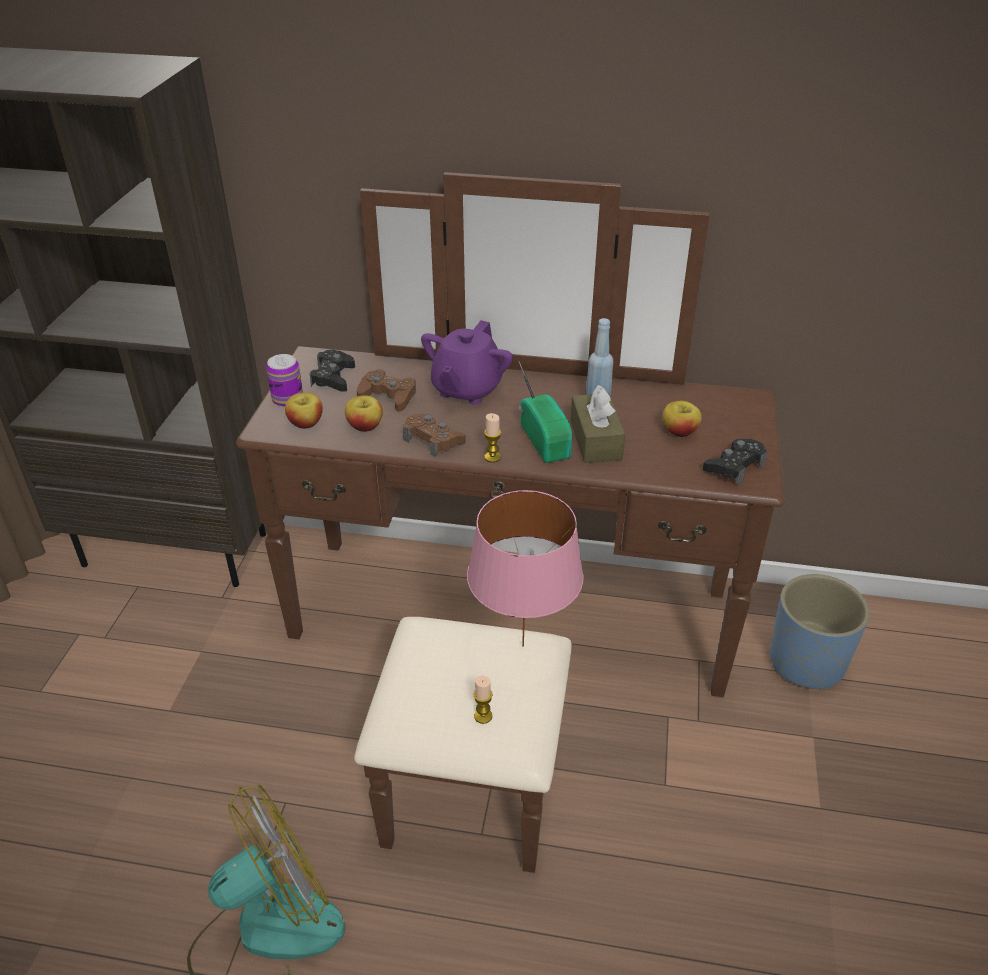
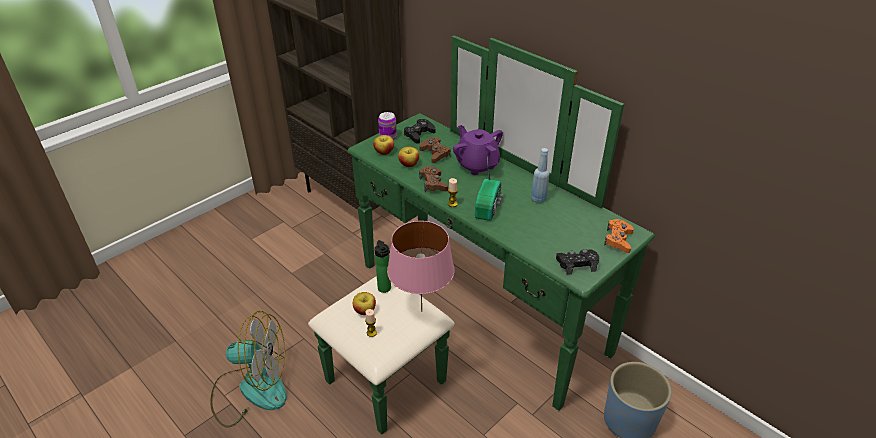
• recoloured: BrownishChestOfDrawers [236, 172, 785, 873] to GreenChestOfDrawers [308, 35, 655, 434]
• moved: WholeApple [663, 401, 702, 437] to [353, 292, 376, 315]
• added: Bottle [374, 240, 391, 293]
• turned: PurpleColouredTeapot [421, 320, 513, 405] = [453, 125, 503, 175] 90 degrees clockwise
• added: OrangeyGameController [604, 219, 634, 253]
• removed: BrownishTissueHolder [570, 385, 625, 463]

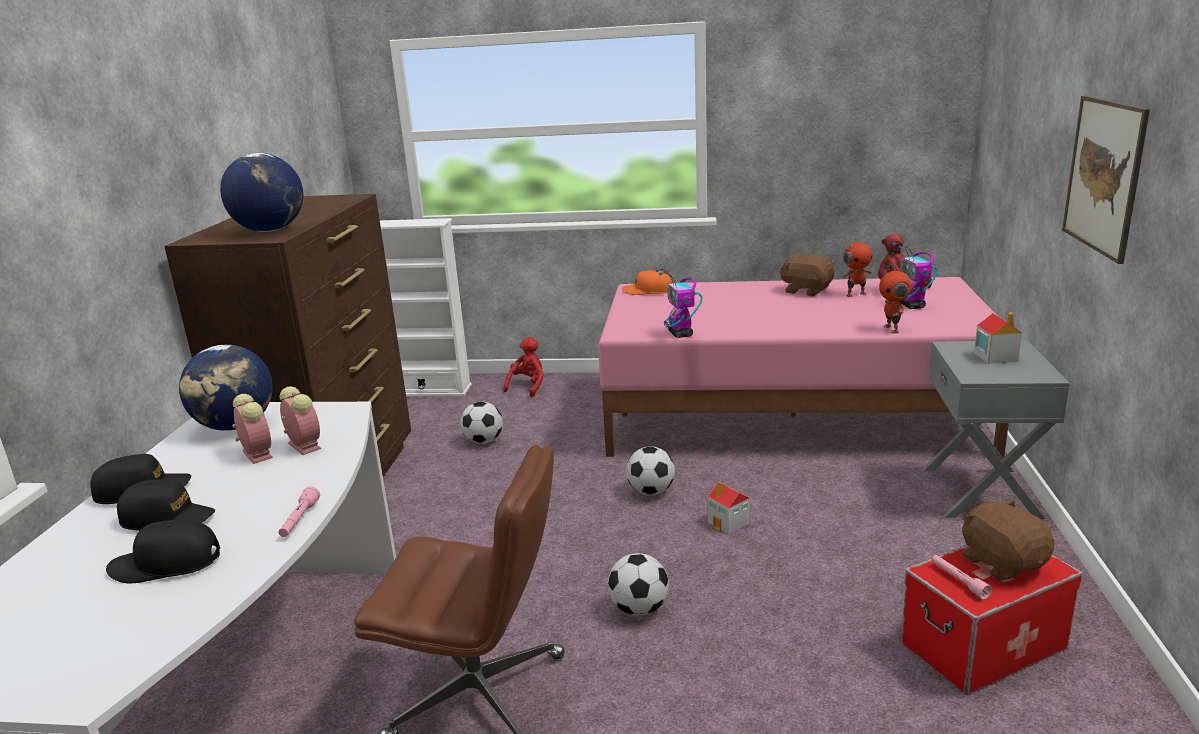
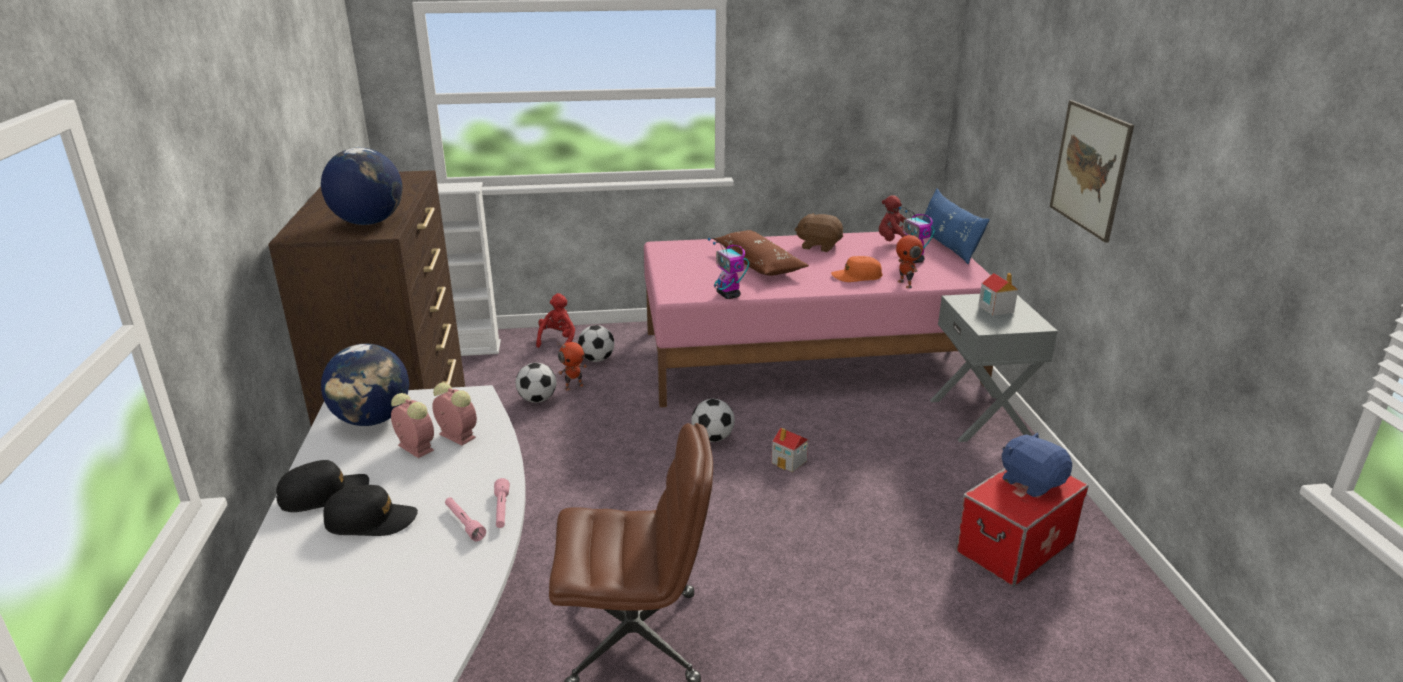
• moved: PinkishHandTorch [932, 555, 992, 600] to [445, 497, 486, 541]
• moved: ToyRobot [841, 240, 873, 297] to [557, 342, 587, 391]
• moved: FootballBall [608, 553, 669, 616] to [577, 325, 614, 362]
• added: BrownishPillow [714, 230, 809, 276]
• moved: OrangeyPeakedCap [622, 270, 672, 295] to [831, 256, 883, 282]
• added: BluePillow [922, 188, 990, 264]
• recoloured: BrownishSoftToy [962, 500, 1055, 581] to BlueSoftToy [1002, 433, 1072, 497]
• removed: BlackColouredPeakedCap [106, 520, 220, 583]

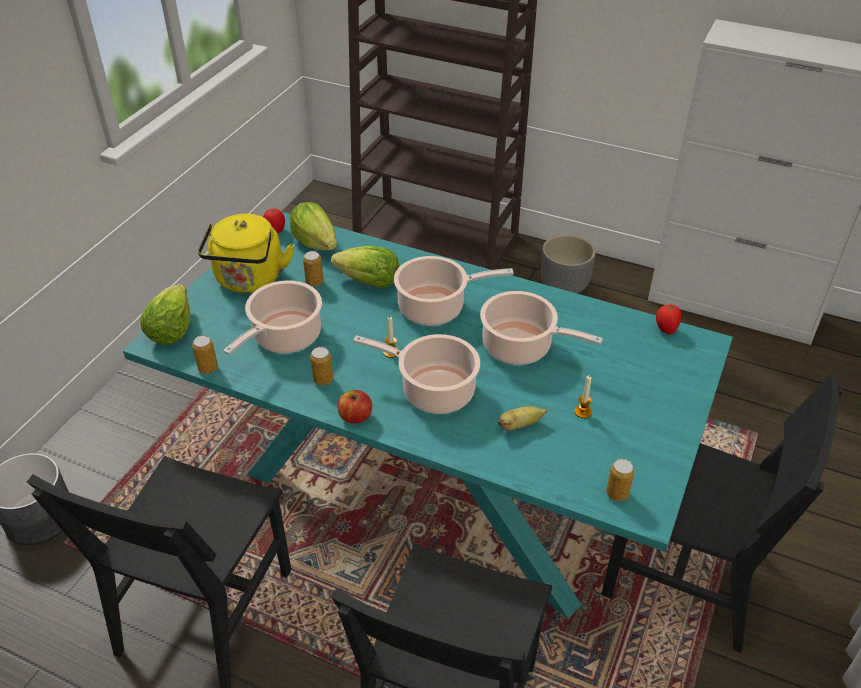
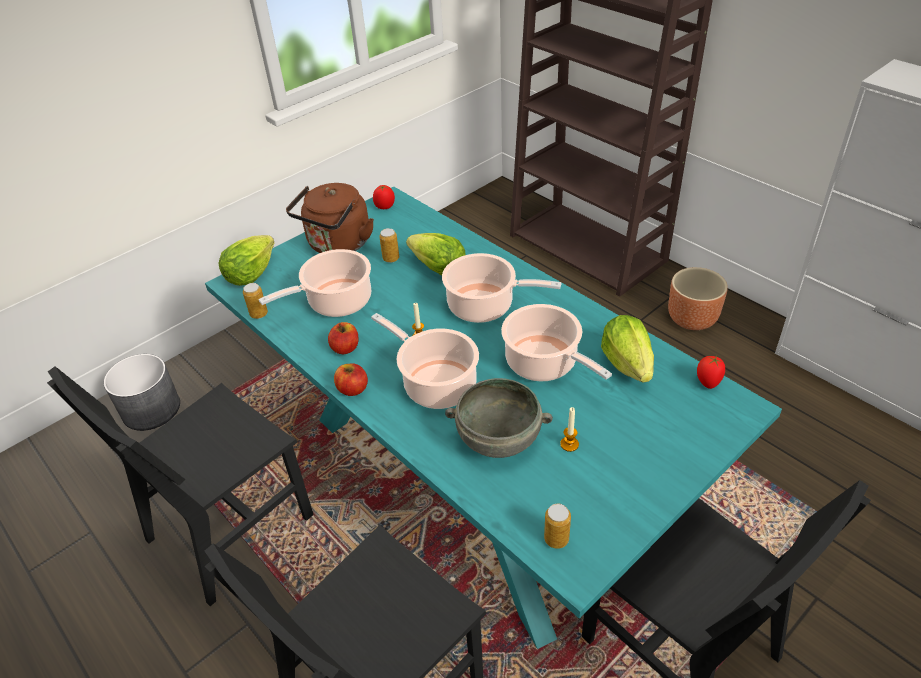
• recoloured: YellowColouredTeaKettle [198, 214, 294, 293] to BrownishTeaKettle [286, 183, 374, 253]
• replaced: MetalCan [310, 347, 333, 385] to WholeApple [328, 322, 359, 354]
• replaced: WholeBanana [498, 406, 547, 431] to GreyBowl [445, 378, 553, 458]
• moved: Lettuce [290, 202, 337, 251] to [601, 315, 654, 383]
• recoloured: GreyPlanter [541, 234, 595, 293] to BrownishPlanter [668, 267, 728, 330]

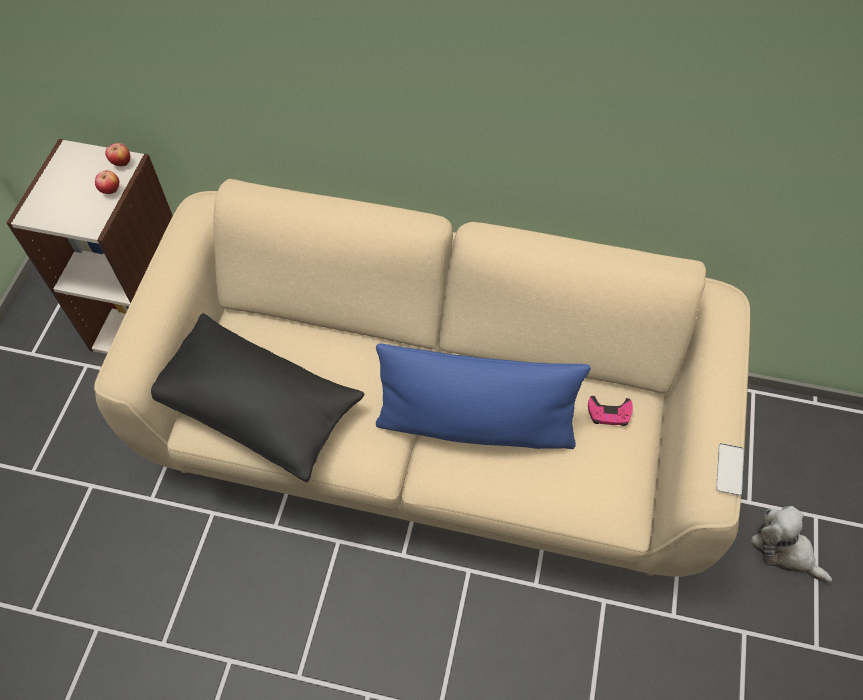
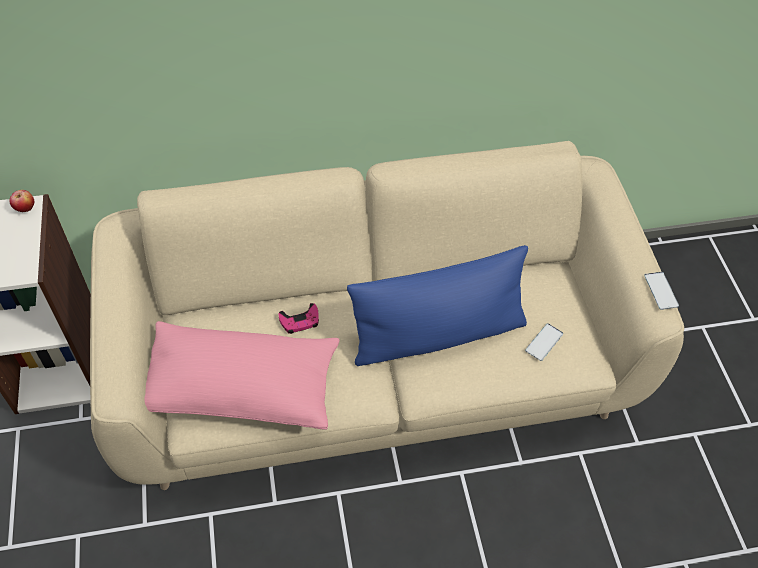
• recoloured: BlackColouredPillow [151, 313, 364, 482] to PinkishPillow [144, 321, 340, 430]
• moved: PinkishGameController [588, 396, 633, 426] to [279, 303, 319, 334]
• added: Telephone [525, 323, 563, 361]
• removed: WholeApple [95, 170, 119, 194]
• removed: SoftToy [750, 506, 832, 583]

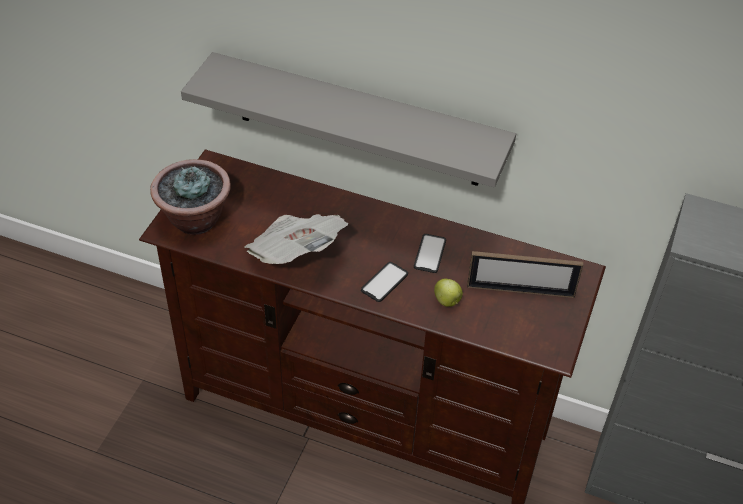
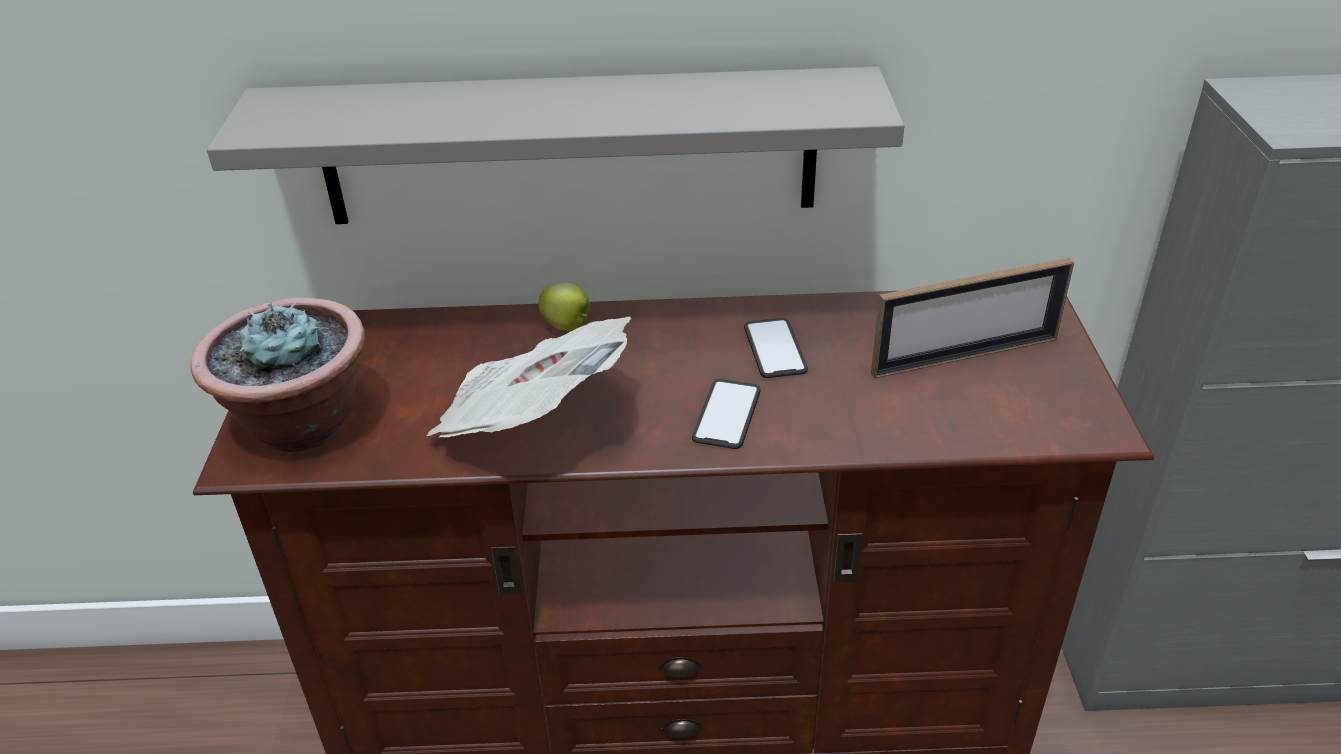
• moved: WholeApple [434, 279, 463, 307] to [538, 283, 590, 331]

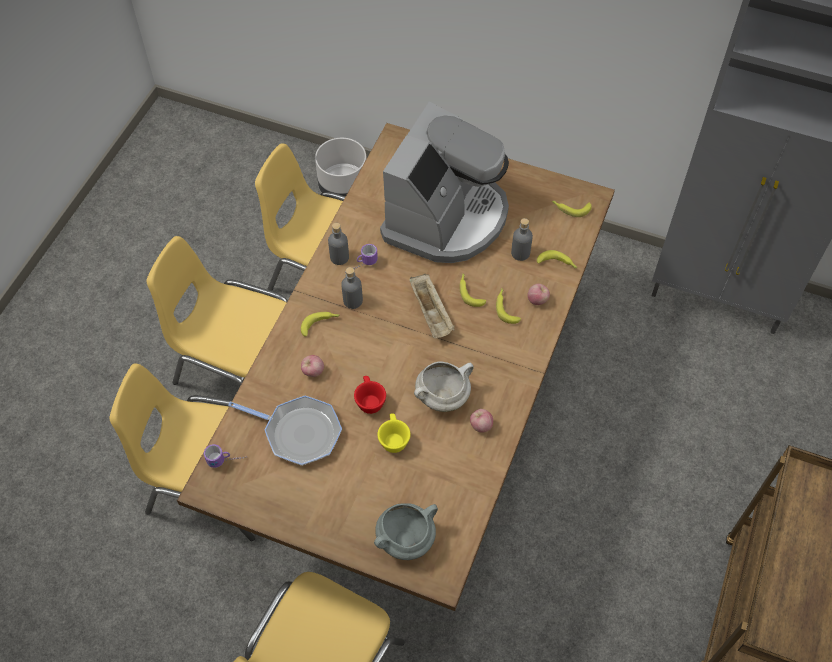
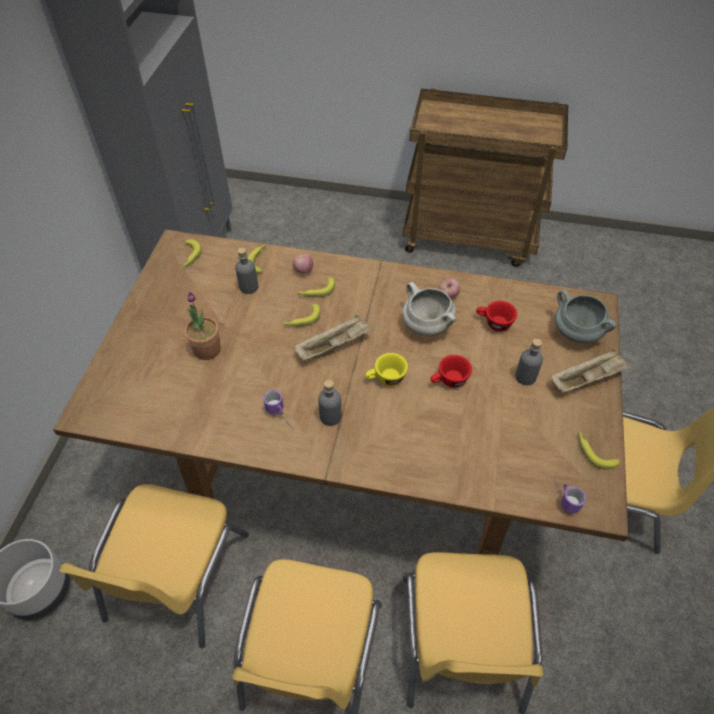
• replaced: CoffeeMaker [380, 101, 509, 263] to PottedPlant [185, 292, 221, 360]
• moved: YellowColouredSmallCup [377, 413, 411, 453] to [365, 353, 408, 386]
• added: RedColouredSmallCup [476, 301, 517, 332]
• moved: GreyBottle [328, 223, 349, 265] to [515, 338, 543, 385]
• added: BeigeColouredServingTray [551, 349, 632, 393]
• moved: WholeBanana [301, 312, 340, 336] to [578, 431, 619, 470]
• removed: Skillet [228, 396, 342, 466]
• removed: WholeApple [301, 355, 324, 377]

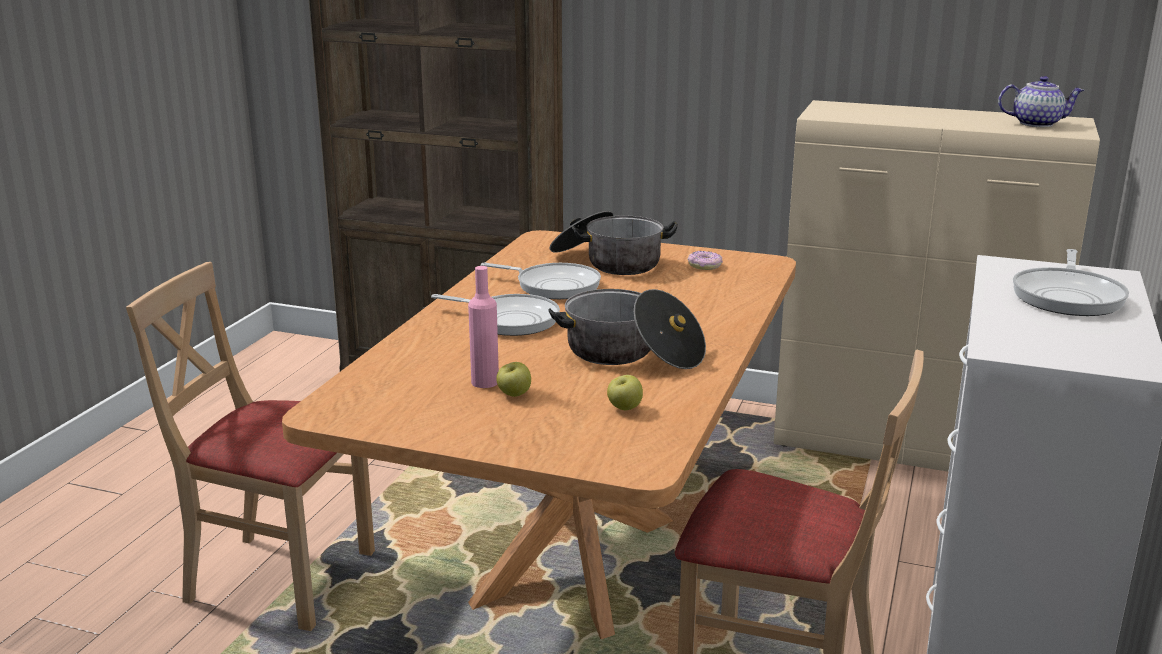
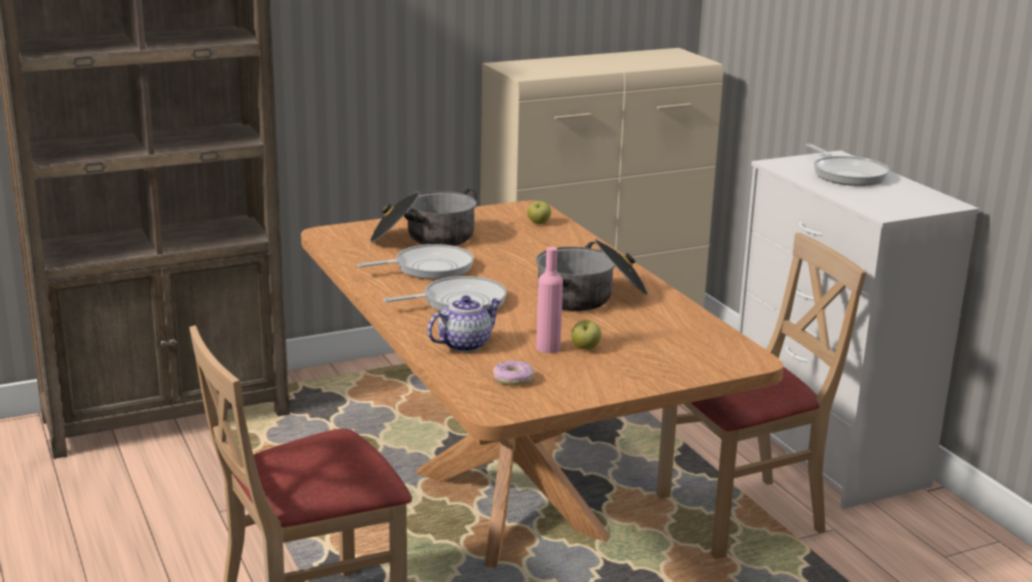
• moved: Teapot [998, 76, 1084, 127] to [427, 296, 502, 352]
• moved: RingDoughnut [687, 251, 723, 270] to [493, 360, 535, 386]
• moved: WholeApple [607, 375, 643, 410] to [527, 201, 551, 224]

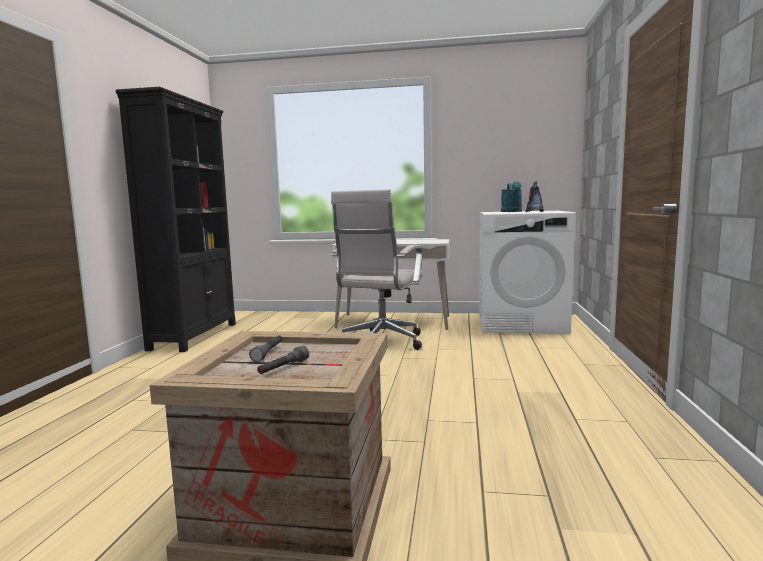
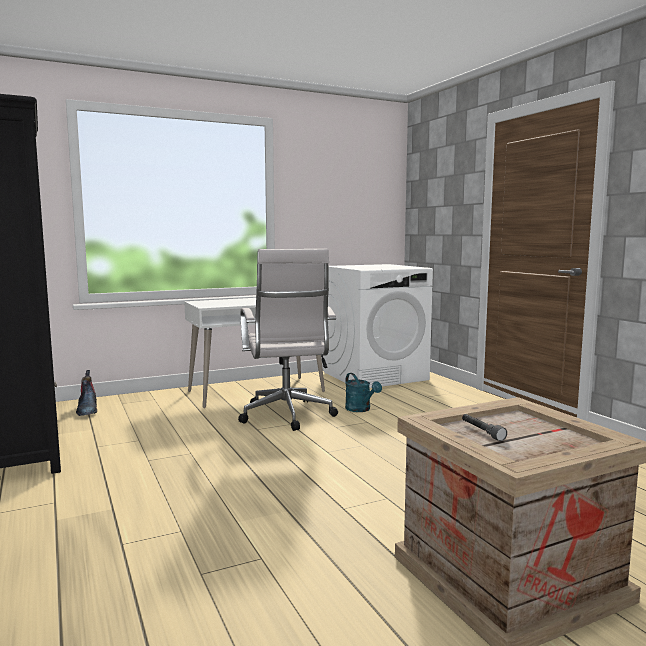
• moved: Boot [525, 181, 544, 212] to [76, 370, 97, 416]
• moved: TurquoiseWateringPot [501, 181, 522, 212] to [345, 373, 382, 412]
• removed: GreyHandTorch [257, 346, 309, 374]

